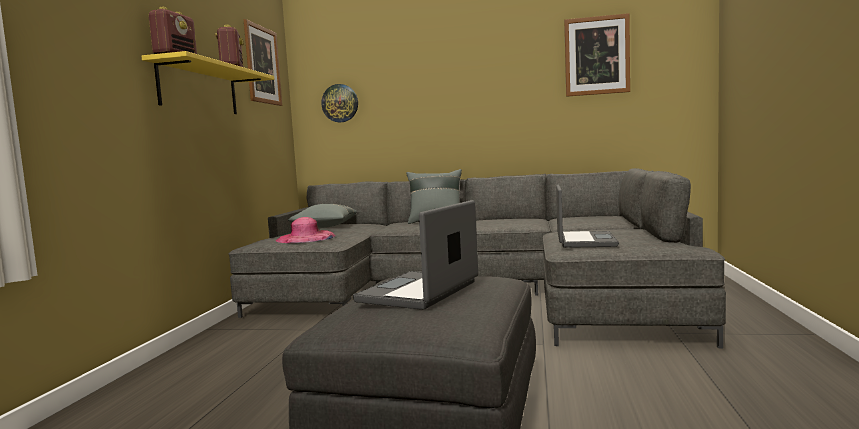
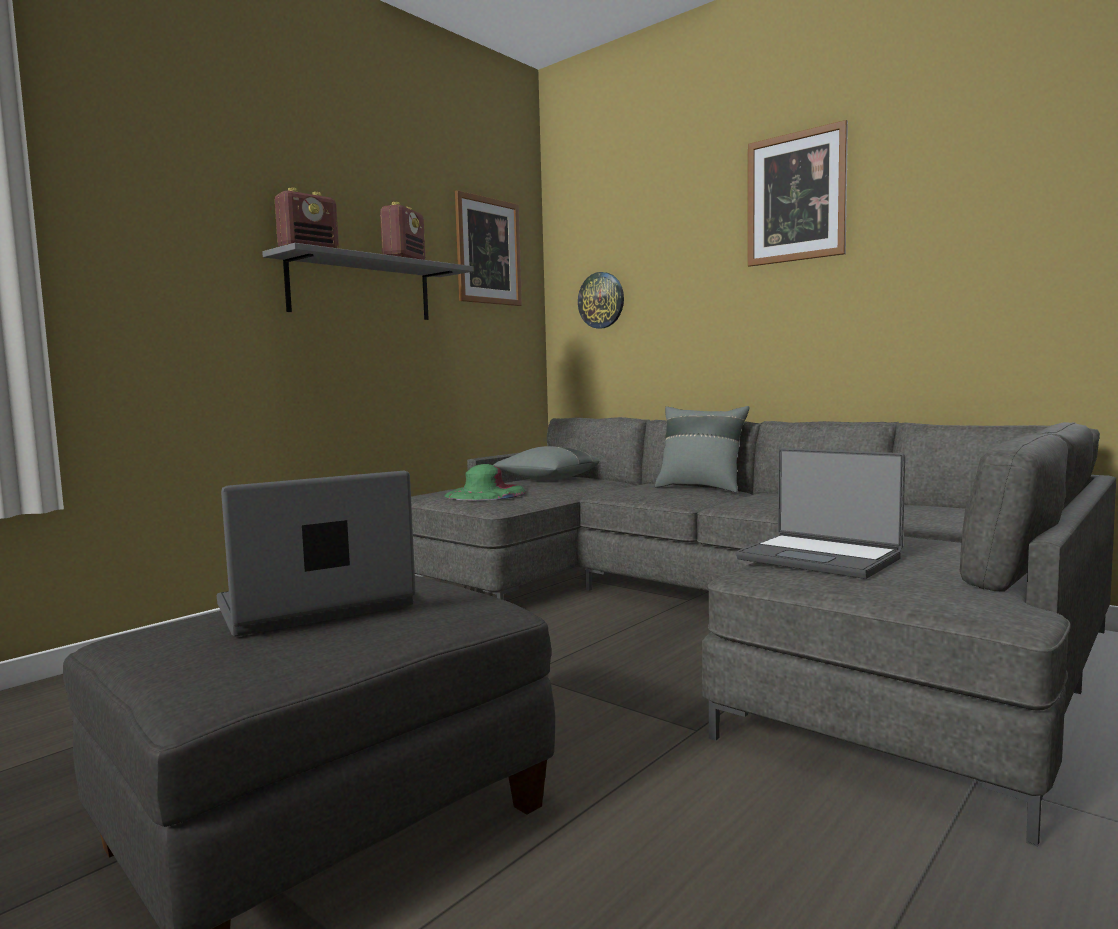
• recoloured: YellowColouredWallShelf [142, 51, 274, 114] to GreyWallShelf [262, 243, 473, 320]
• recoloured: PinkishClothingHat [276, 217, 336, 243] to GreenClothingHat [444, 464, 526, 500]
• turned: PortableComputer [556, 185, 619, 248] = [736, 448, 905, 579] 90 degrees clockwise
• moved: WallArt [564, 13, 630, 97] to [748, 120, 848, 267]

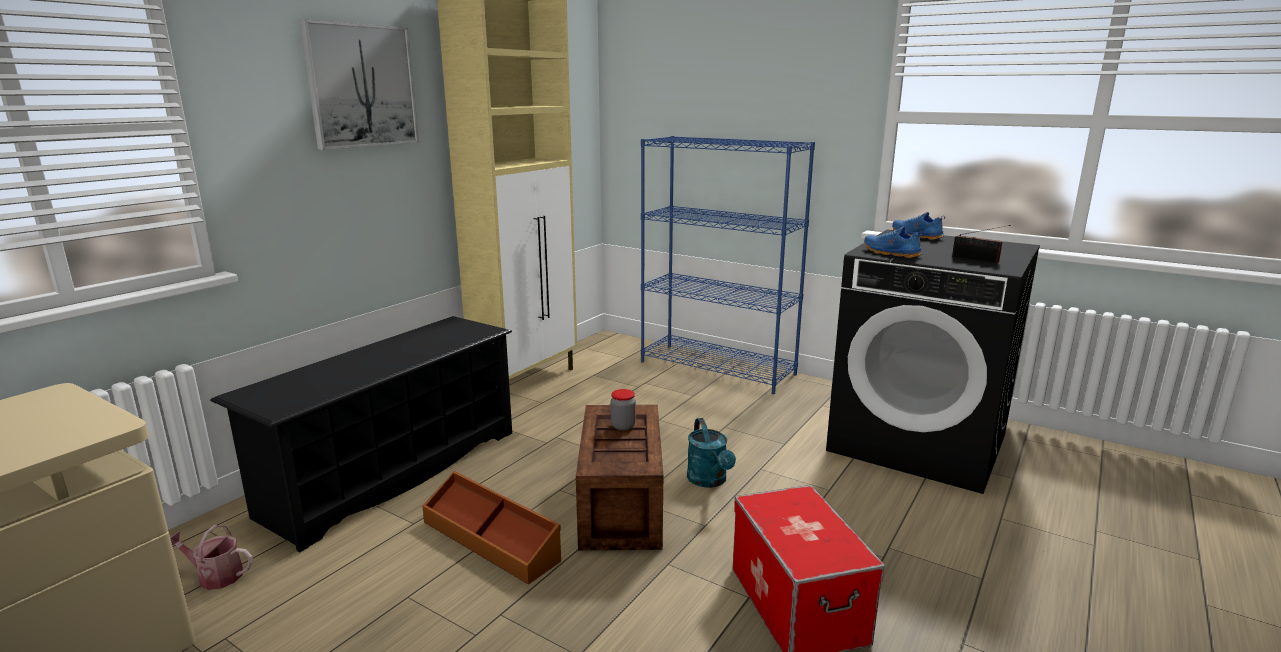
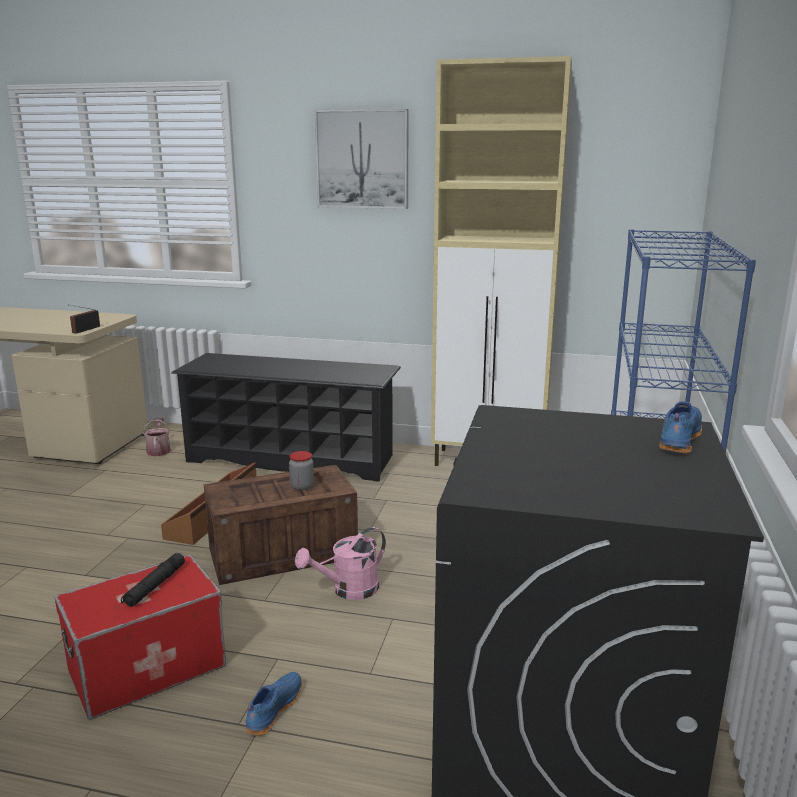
• moved: RadioReceiver [952, 225, 1011, 264] to [70, 305, 100, 333]
• added: BlackColouredHandTorch [121, 553, 185, 607]
• moved: BlueItemOfFootwear [864, 227, 923, 258] to [245, 672, 302, 736]
• recoloured: TurquoiseWateringPot [687, 418, 736, 488] to PinkishWateringPot [295, 527, 386, 600]

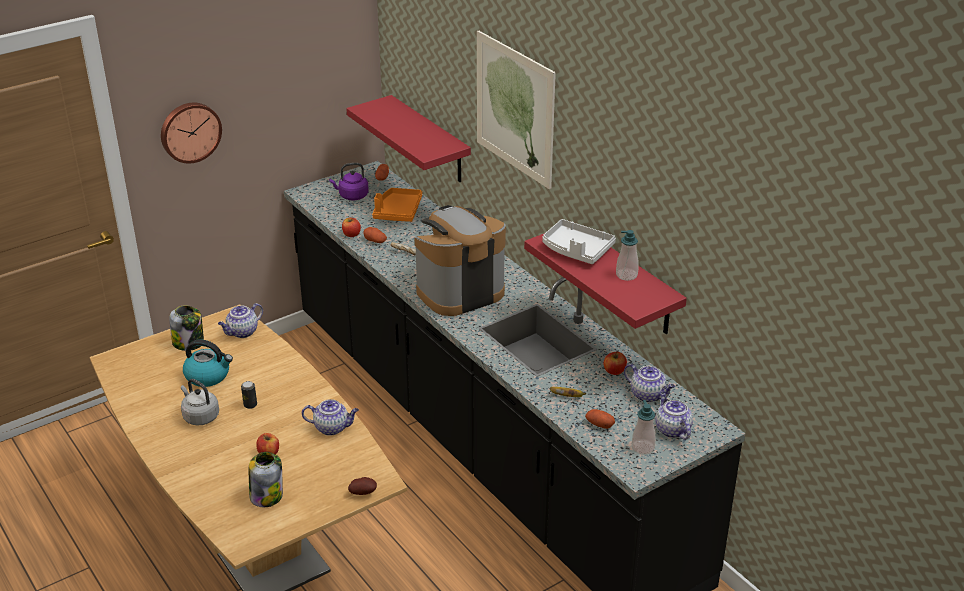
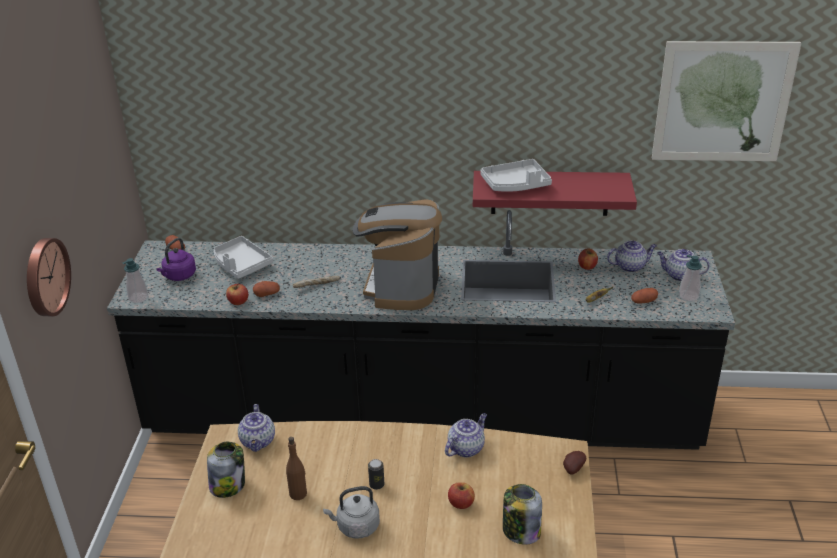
• moved: SoapBottle [616, 230, 639, 281] to [123, 258, 148, 303]
• recoloured: OrangeyServingTray [372, 188, 422, 222] to GreyServingTray [214, 236, 273, 279]
• replaced: TeaKettle [183, 339, 233, 387] to BrownishBottle [286, 437, 307, 500]
• moved: WallArt [477, 31, 556, 189] to [652, 41, 801, 161]
• removed: RedColouredWallShelf [346, 95, 471, 182]

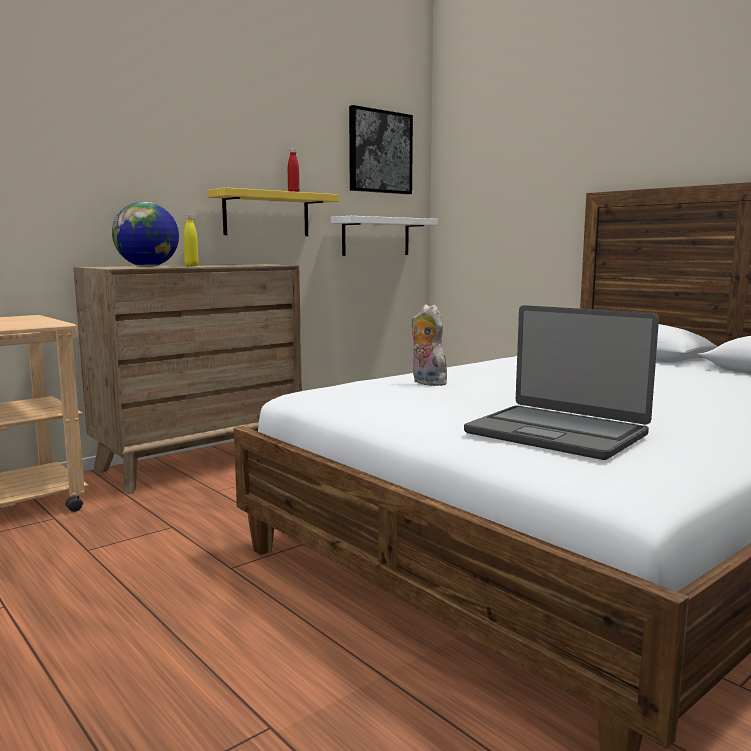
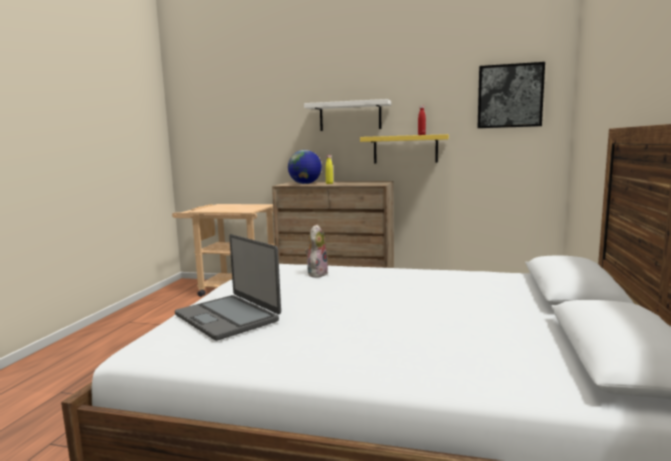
• turned: PortableComputer [464, 305, 659, 460] = [175, 234, 281, 341] 45 degrees counterclockwise
• moved: WhitishWallShelf [331, 216, 438, 256] to [304, 99, 391, 131]

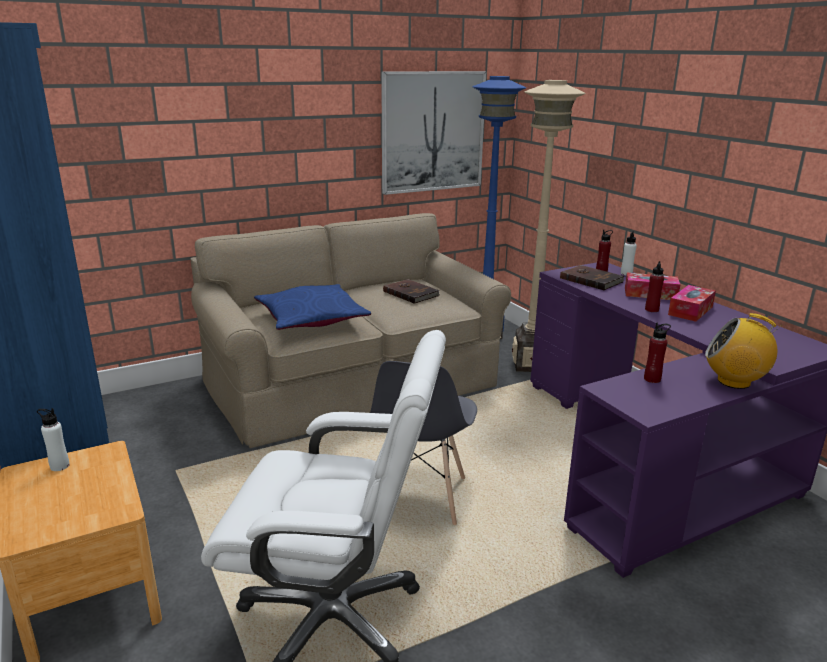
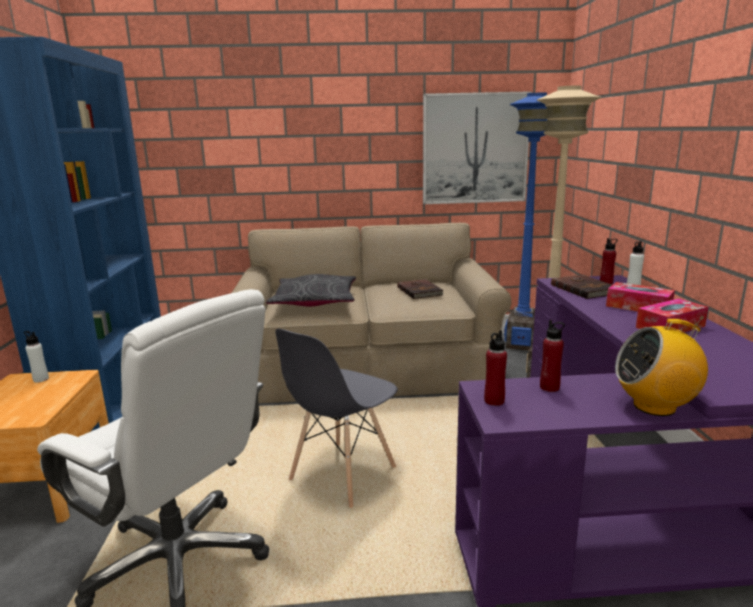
• recoloured: BluePillow [254, 284, 371, 330] to GreyPillow [266, 274, 356, 306]
• moved: RedColouredBottle [645, 261, 664, 312] to [484, 330, 507, 406]
• turned: RadioReceiver [705, 313, 782, 389] = [615, 319, 708, 416] 45 degrees counterclockwise

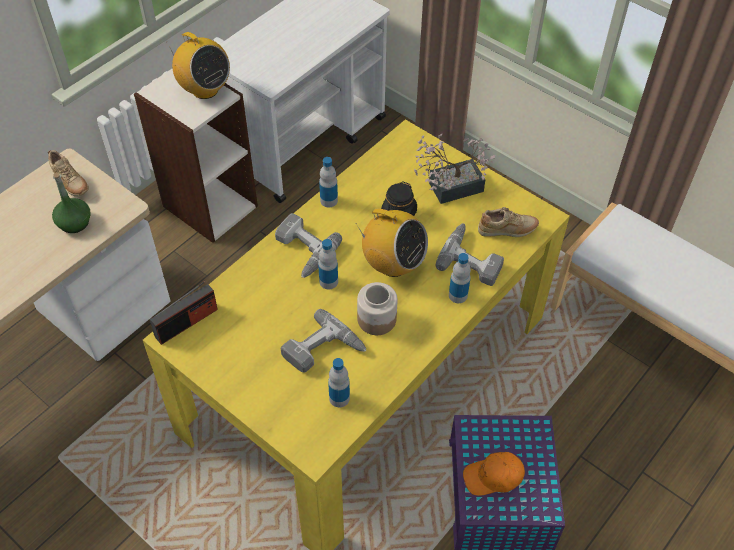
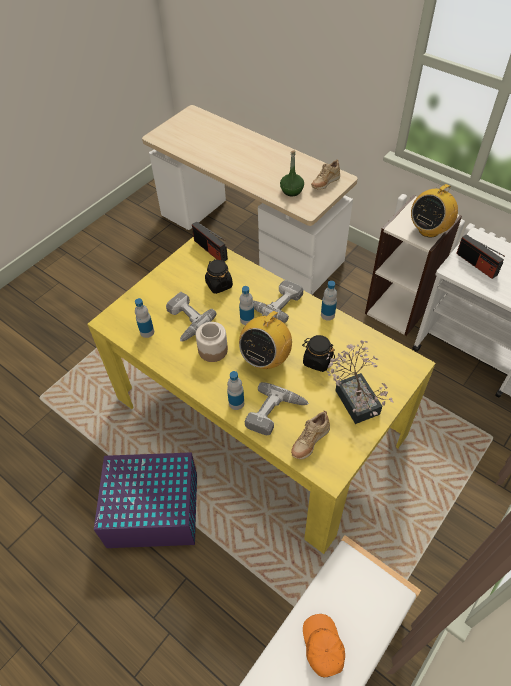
• added: BlackColouredStorageJar [205, 259, 233, 294]
• turned: BeigeColouredItemOfFootwear [478, 207, 539, 237] = [291, 410, 330, 459] 45 degrees clockwise
• moved: OrangeyPeakedCap [463, 452, 525, 496] to [303, 614, 345, 677]
• added: RadioReceiver [456, 234, 505, 279]

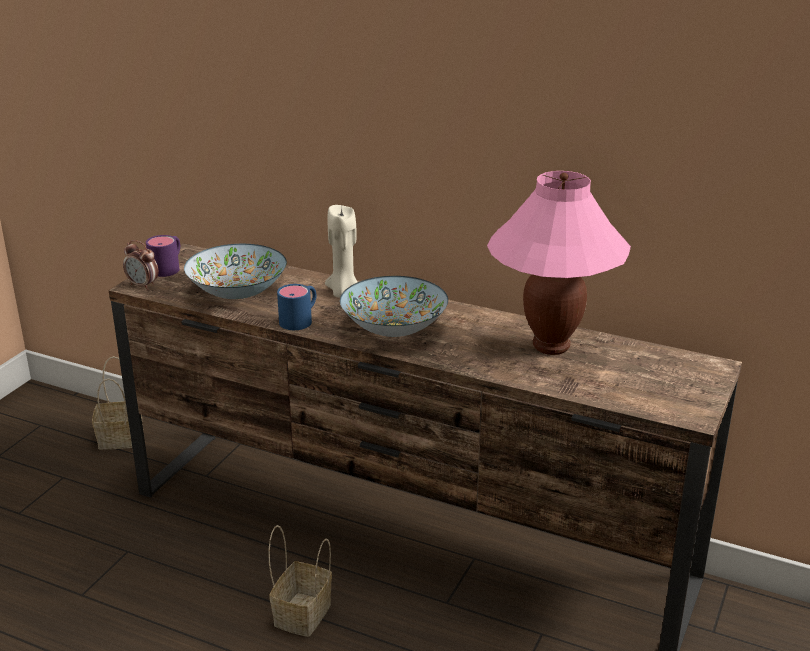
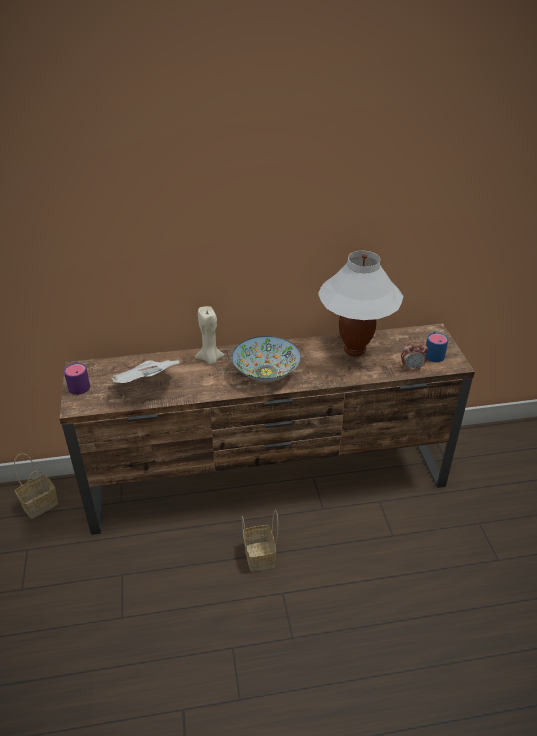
• replaced: Bowl [184, 244, 287, 299] to DailyPaper [112, 360, 180, 383]
• recoloured: PinkishLampForATable [487, 171, 631, 355] to WhitishLampForATable [318, 251, 404, 356]
• moved: AlarmClock [123, 240, 159, 290] to [401, 341, 428, 371]
• moved: BlueTeaMug [277, 284, 316, 330] to [425, 331, 448, 362]

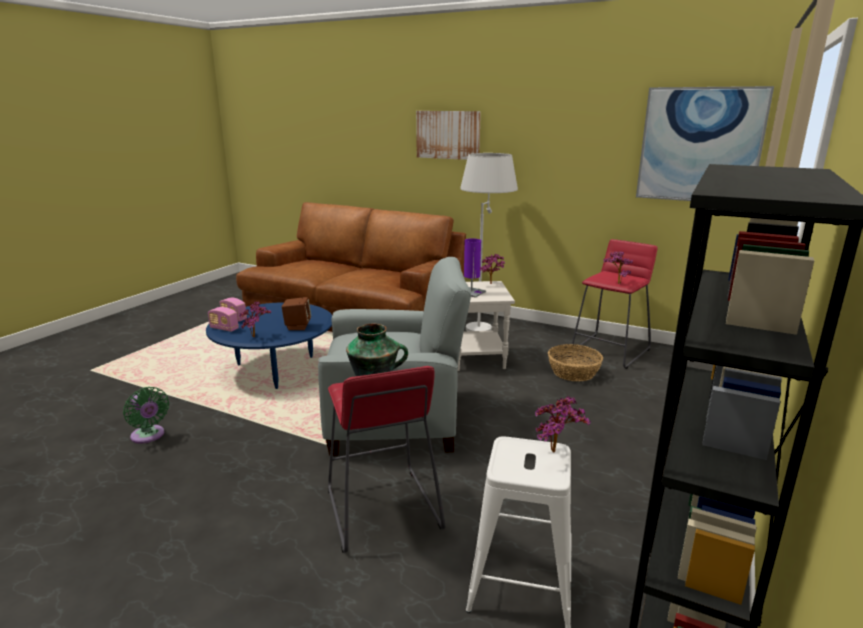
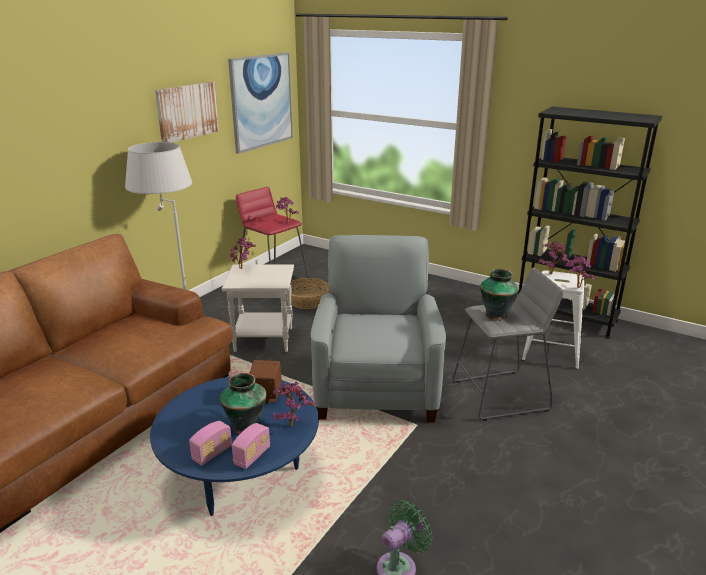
• moved: WallArt [416, 111, 481, 160] to [155, 82, 219, 143]
• added: DecorativeVase [220, 373, 267, 434]
• recoloured: RedColouredStoolSeat [328, 366, 445, 553] to GreyStoolSeat [453, 267, 564, 421]
• added: PottedPlant [565, 255, 595, 288]
• removed: PurpleColouredLampForATable [464, 238, 486, 298]

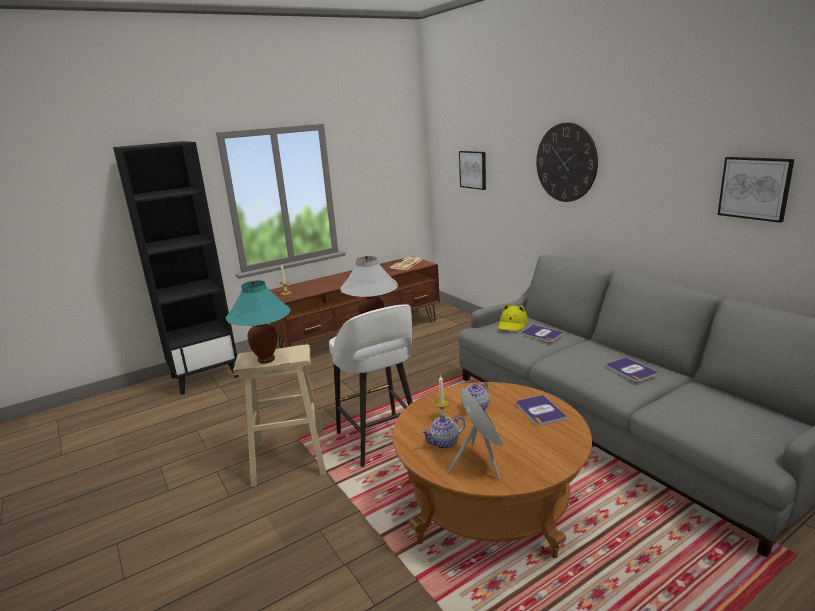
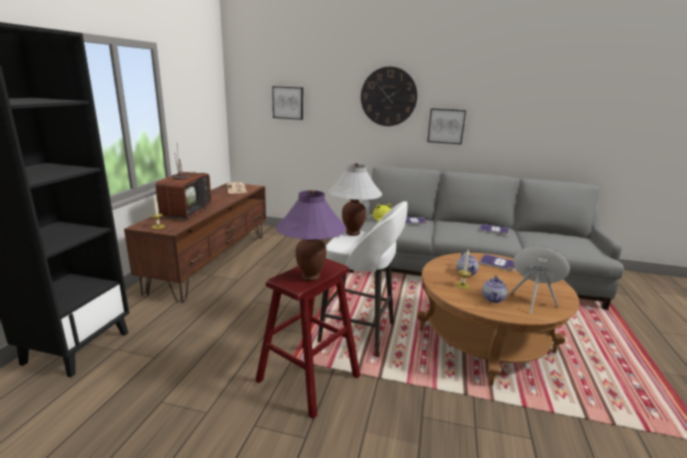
• added: TvSet [156, 149, 212, 220]
• recoloured: BeigeColouredStoolSeat [233, 344, 326, 487] to RedColouredStoolSeat [255, 258, 360, 419]
• recoloured: TurquoiseLampForATable [226, 280, 291, 364] to PurpleColouredLampForATable [276, 190, 346, 281]
• moved: WallArt [718, 157, 794, 223] to [427, 108, 466, 144]

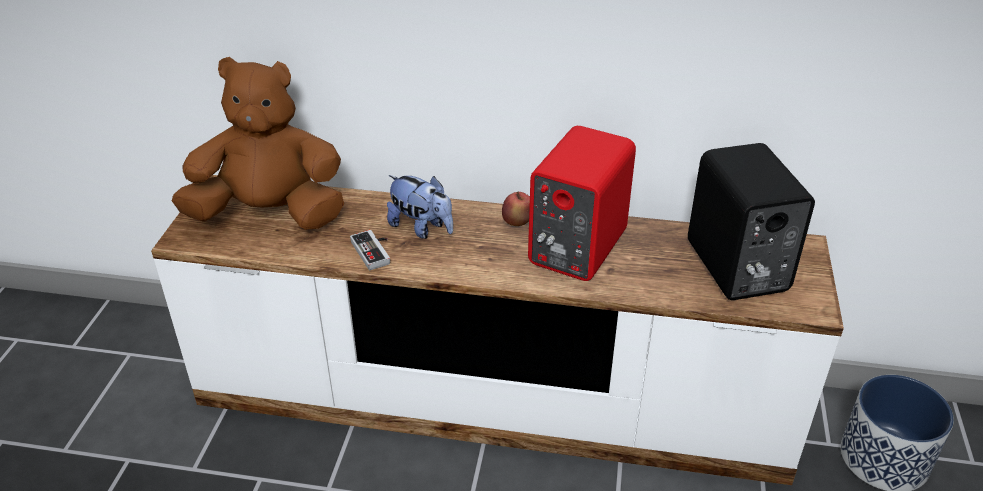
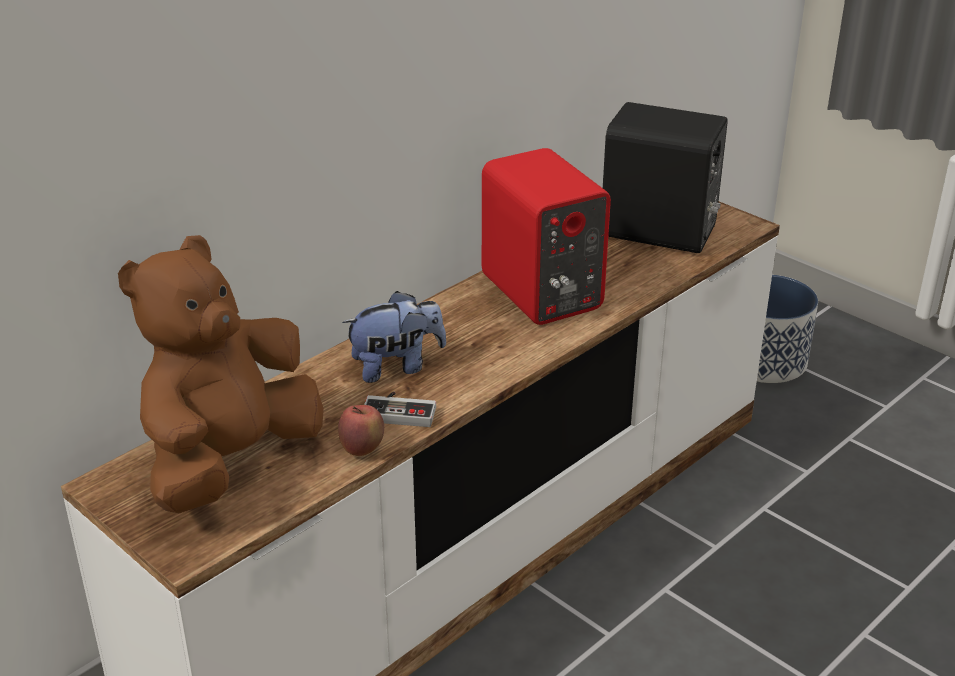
• moved: WholeApple [502, 192, 530, 226] to [338, 405, 384, 456]

